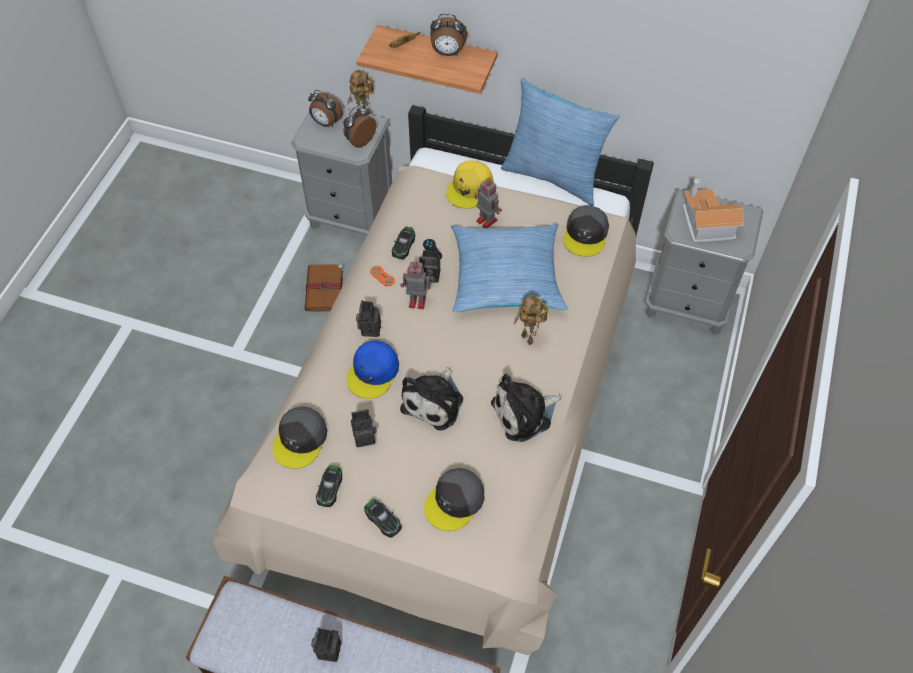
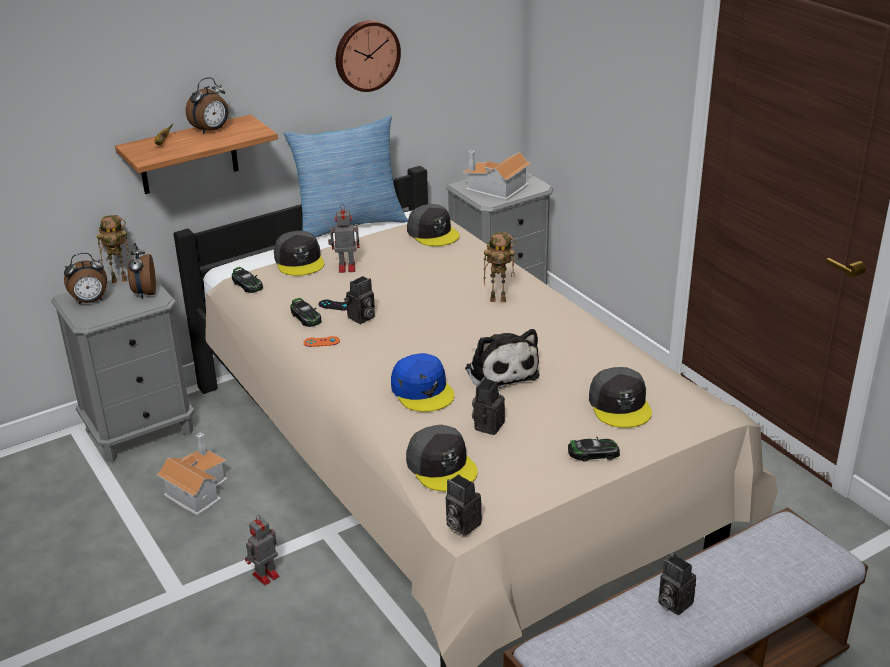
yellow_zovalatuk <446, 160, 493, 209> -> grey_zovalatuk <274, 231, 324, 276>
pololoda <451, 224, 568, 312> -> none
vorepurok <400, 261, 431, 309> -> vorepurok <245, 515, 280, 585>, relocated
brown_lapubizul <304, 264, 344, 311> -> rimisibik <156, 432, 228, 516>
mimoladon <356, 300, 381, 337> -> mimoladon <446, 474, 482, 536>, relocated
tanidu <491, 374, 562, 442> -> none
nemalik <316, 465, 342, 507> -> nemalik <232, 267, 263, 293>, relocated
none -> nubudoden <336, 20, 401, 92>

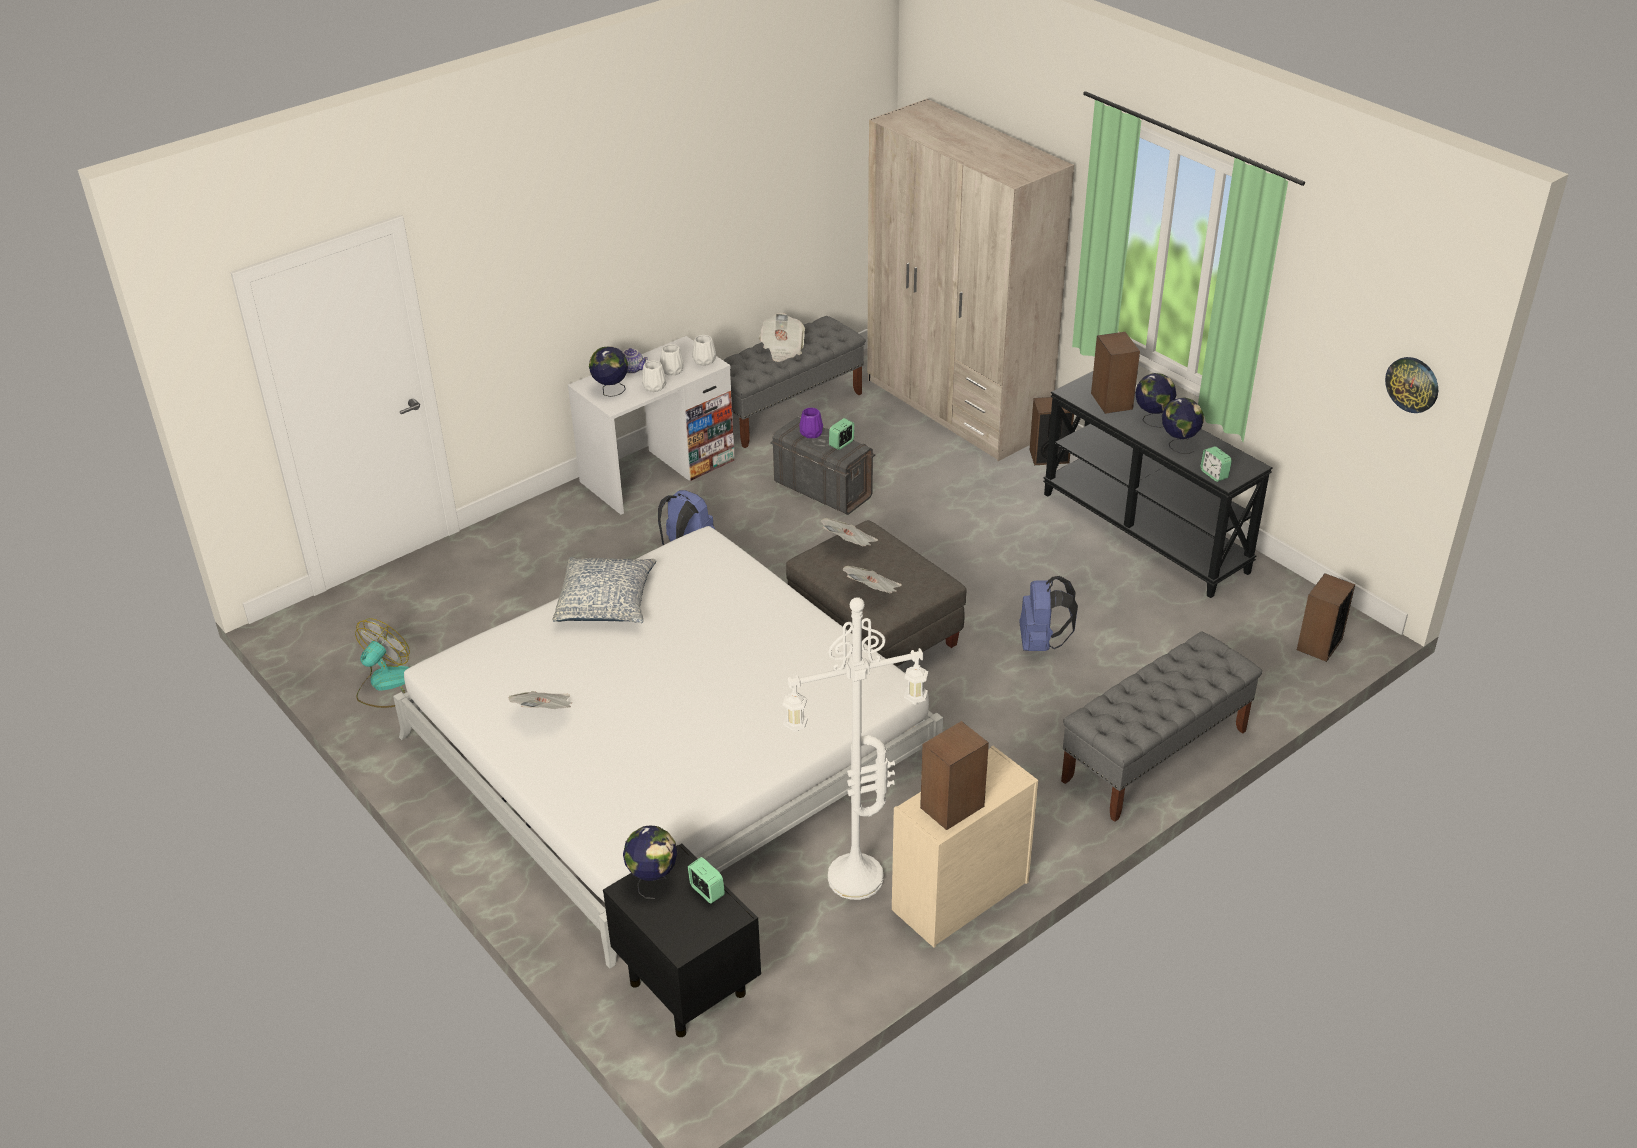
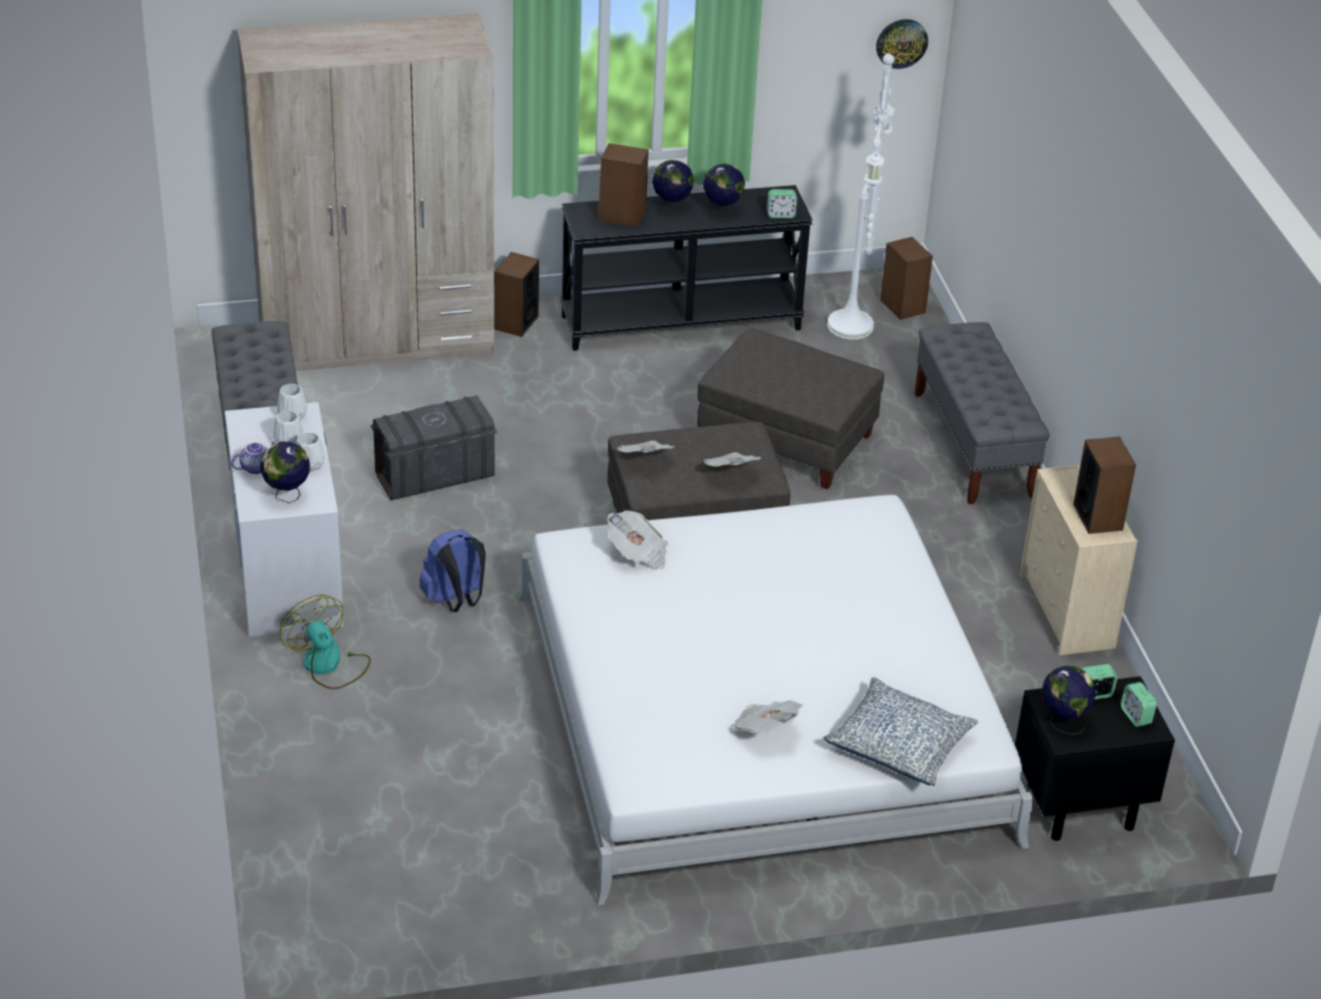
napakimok <759, 313, 805, 362> -> napakimok <607, 510, 668, 569>, relocated
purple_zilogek <799, 408, 823, 438> -> none
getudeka <829, 418, 855, 450> -> getudeka <1121, 682, 1157, 727>, relocated
pololoda <552, 557, 656, 623> -> pololoda <824, 677, 978, 786>, relocated
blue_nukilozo <1019, 576, 1078, 651> -> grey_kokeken <697, 328, 884, 489>
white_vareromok <783, 597, 928, 900> -> white_vareromok <827, 54, 895, 339>, relocated
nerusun <355, 618, 410, 708> -> nerusun <280, 595, 371, 689>, relocated

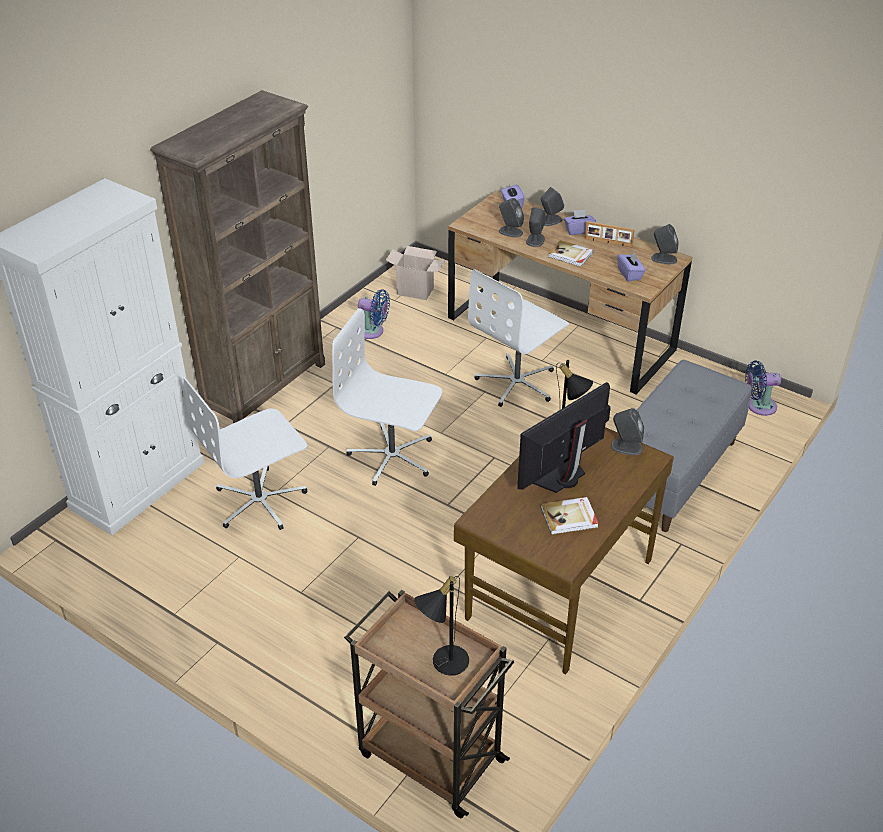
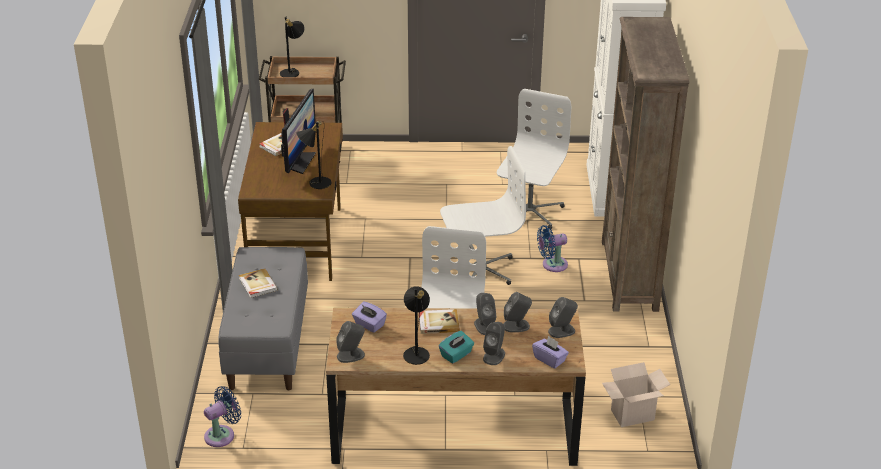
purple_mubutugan <564, 210, 596, 235> -> turquoise_mubutugan <439, 331, 474, 364>
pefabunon <585, 221, 635, 247> -> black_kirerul <403, 287, 430, 365>
blue_nerusun <357, 289, 390, 339> -> blue_nerusun <537, 225, 568, 272>, relocated
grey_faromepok <611, 408, 644, 455> -> grey_faromepok <548, 297, 578, 338>, relocated
none -> lapubizul <239, 268, 278, 298>

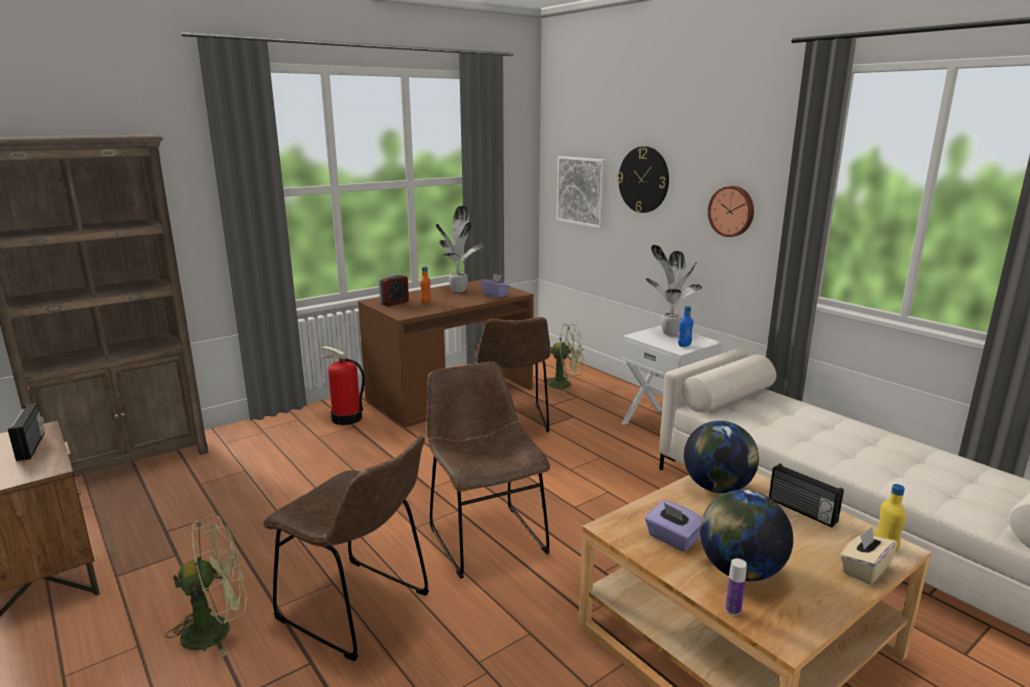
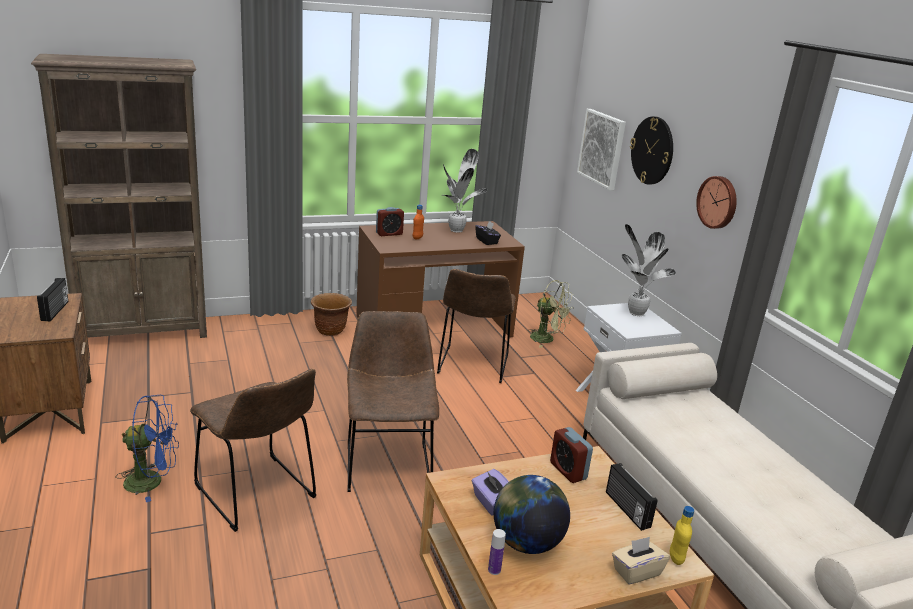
purple_mubutugan <481, 274, 510, 298> -> black_mubutugan <475, 221, 501, 245>
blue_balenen <678, 306, 693, 347> -> none
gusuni <319, 346, 365, 425> -> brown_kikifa <311, 293, 352, 336>
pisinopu <684, 421, 759, 493> -> getudeka <550, 427, 593, 483>
green_nerusun <166, 515, 247, 657> -> blue_nerusun <116, 395, 179, 502>

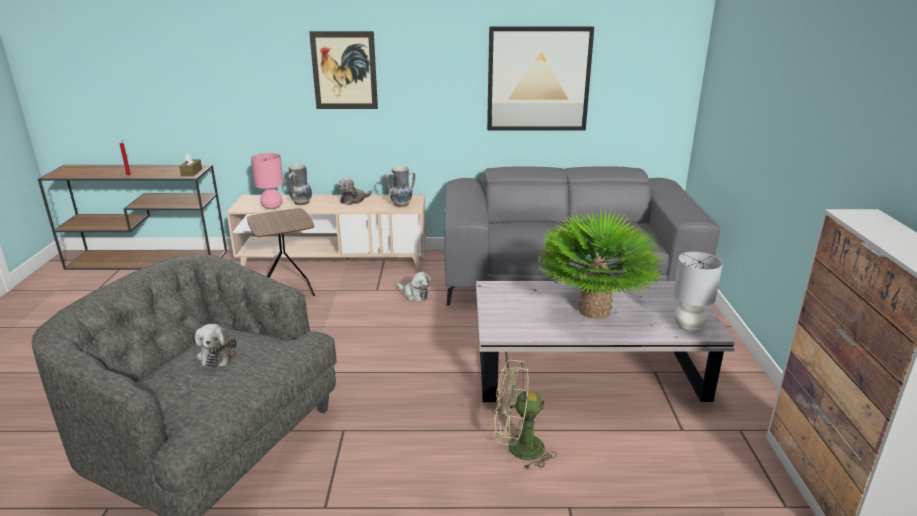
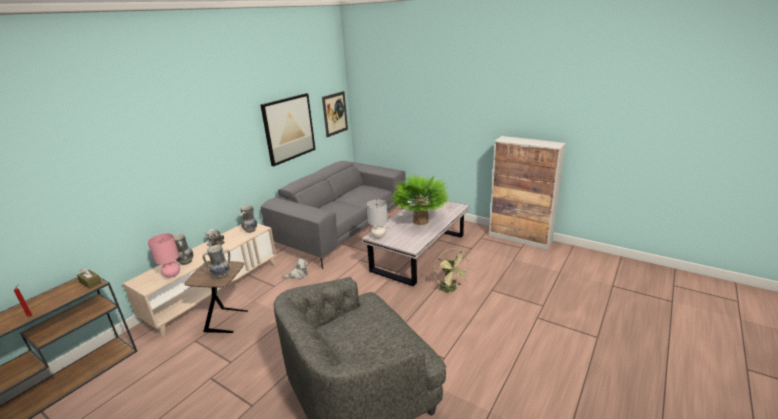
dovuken <309, 31, 378, 109> -> dovuken <322, 91, 348, 137>, relocated
grey_kirerul <673, 252, 723, 331> -> grey_kirerul <367, 200, 388, 238>, relocated
tanidu <195, 324, 236, 368> -> none
green_nerusun <494, 360, 557, 471> -> green_nerusun <434, 249, 471, 295>, 60 degrees counterclockwise
none -> zilogek <202, 245, 231, 279>

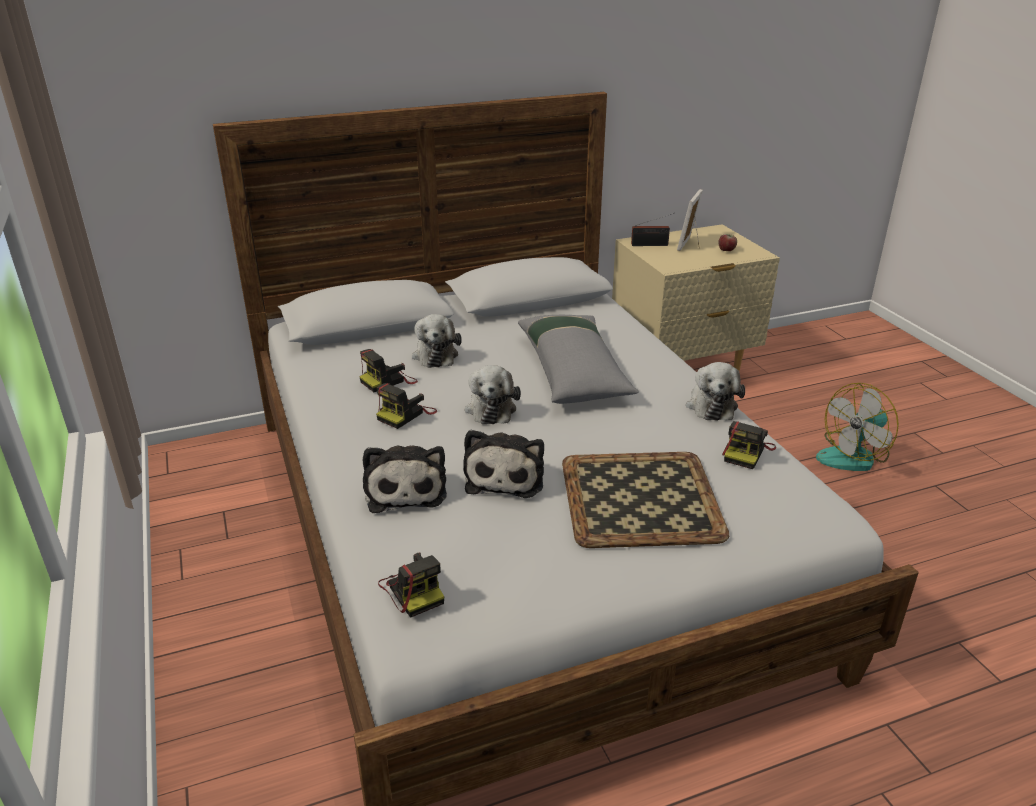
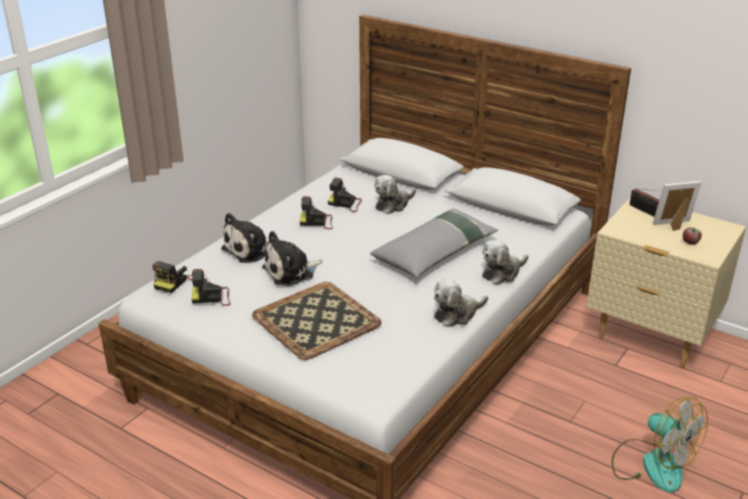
tanidu <465, 365, 521, 424> -> tanidu <482, 240, 528, 285>, relocated
nerusun <816, 383, 899, 471> -> nerusun <611, 396, 708, 493>, 150 degrees counterclockwise
mimoladon <722, 421, 776, 469> -> mimoladon <191, 269, 231, 306>, relocated

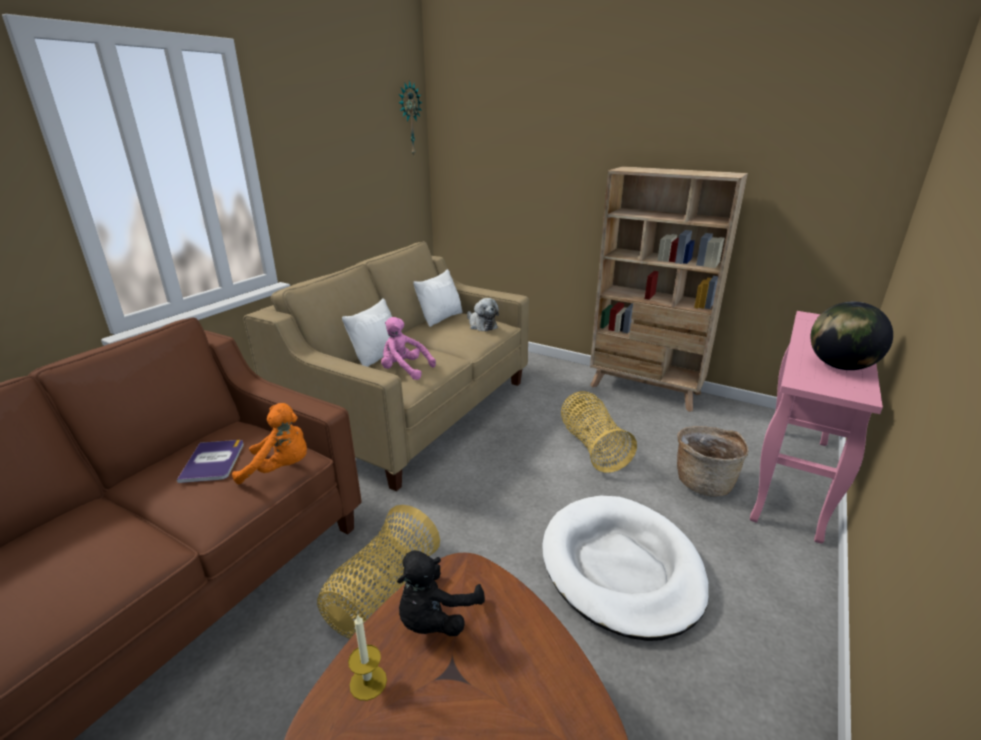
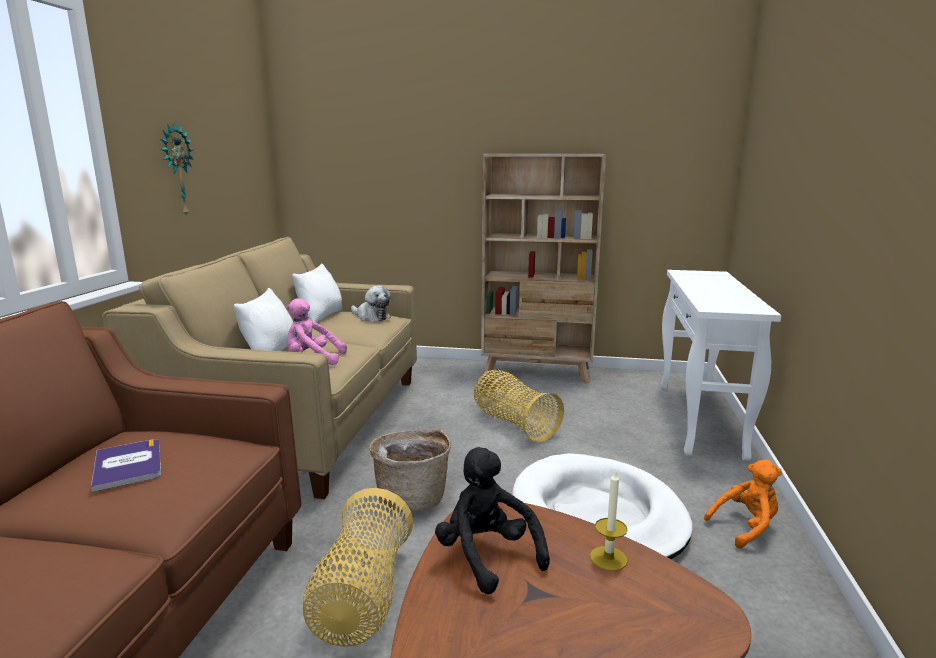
nubudoden <398, 81, 422, 155> -> nubudoden <161, 122, 194, 218>, relocated
pisinopu <811, 302, 893, 370> -> none
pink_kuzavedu <750, 311, 883, 543> -> white_kuzavedu <661, 270, 781, 461>
orange_tanidu <232, 403, 307, 484> -> orange_tanidu <704, 459, 782, 548>, relocated
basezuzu <677, 426, 748, 497> -> basezuzu <369, 430, 451, 512>, relocated
black_tanidu <397, 550, 485, 636> -> black_tanidu <435, 447, 550, 594>, 135 degrees clockwise
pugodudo <348, 614, 387, 701> -> pugodudo <590, 470, 628, 571>, relocated

